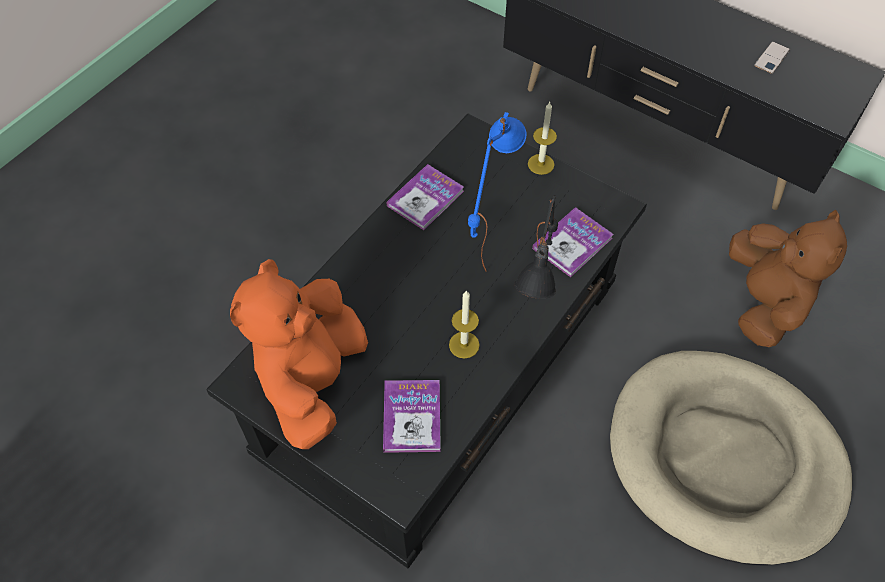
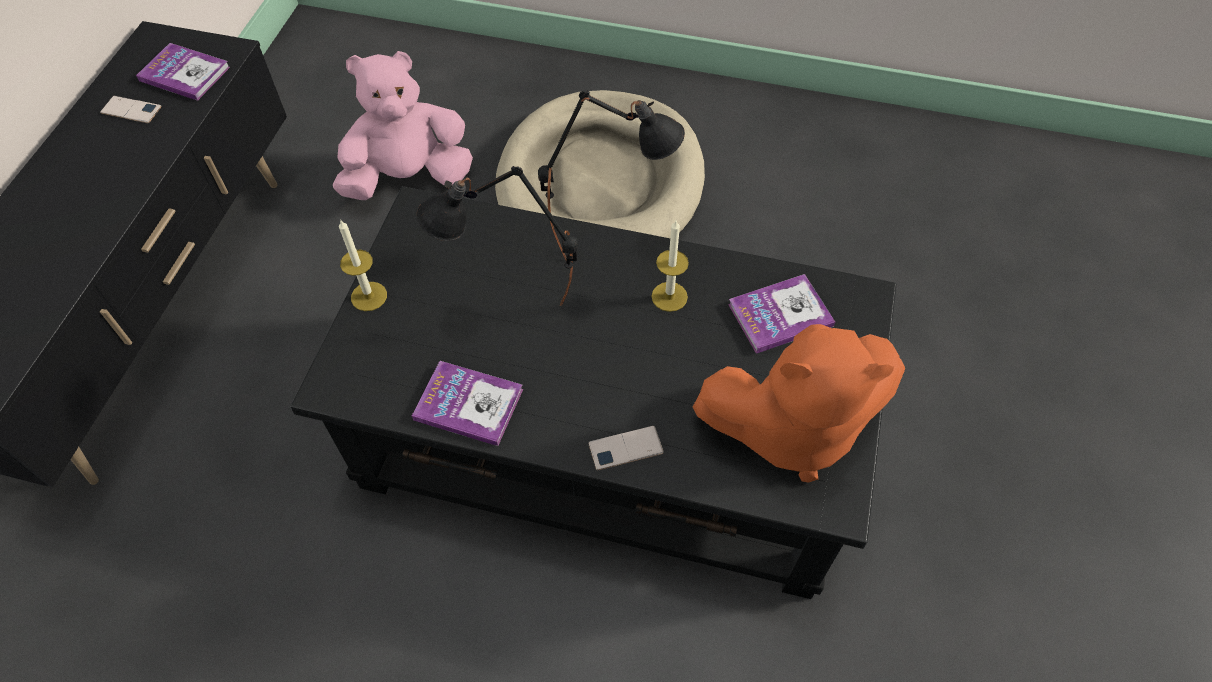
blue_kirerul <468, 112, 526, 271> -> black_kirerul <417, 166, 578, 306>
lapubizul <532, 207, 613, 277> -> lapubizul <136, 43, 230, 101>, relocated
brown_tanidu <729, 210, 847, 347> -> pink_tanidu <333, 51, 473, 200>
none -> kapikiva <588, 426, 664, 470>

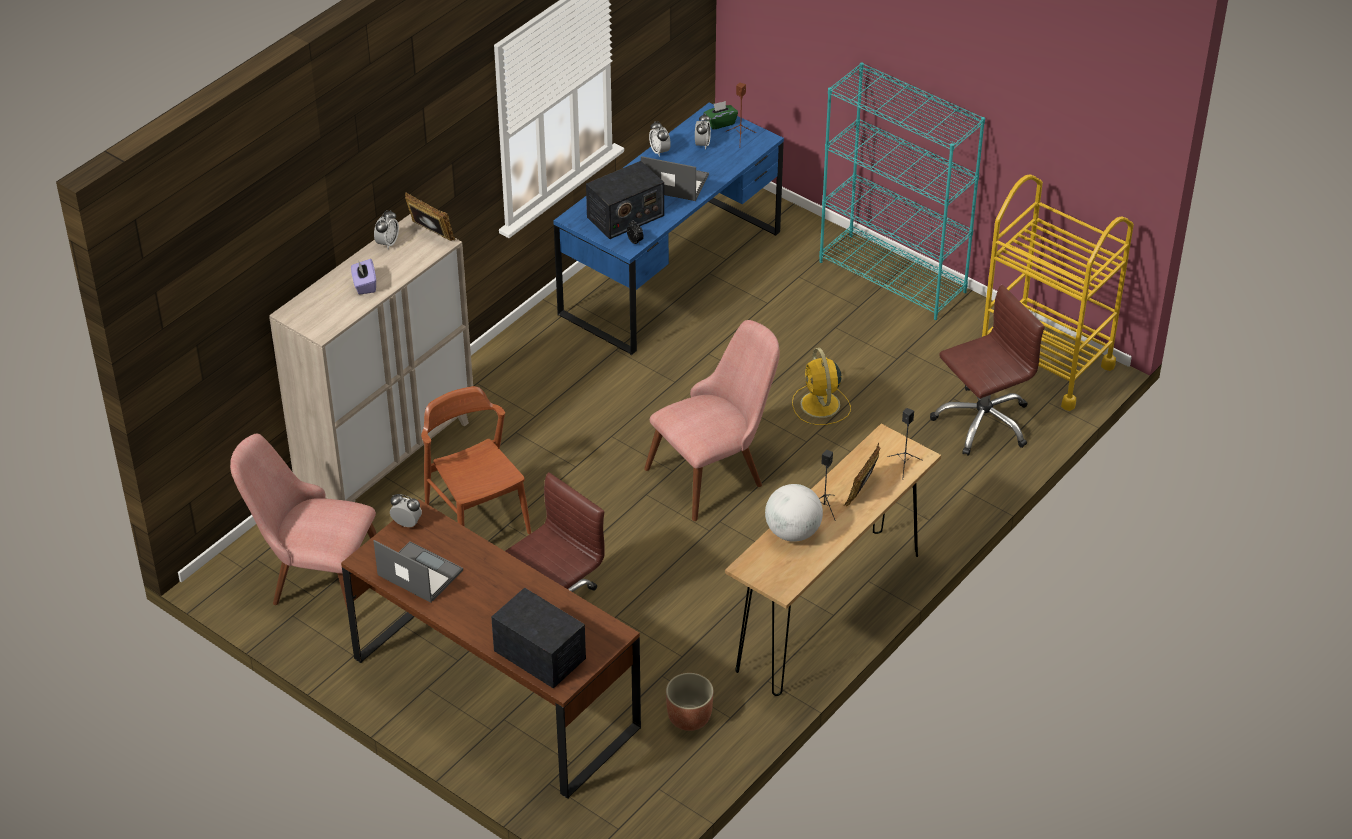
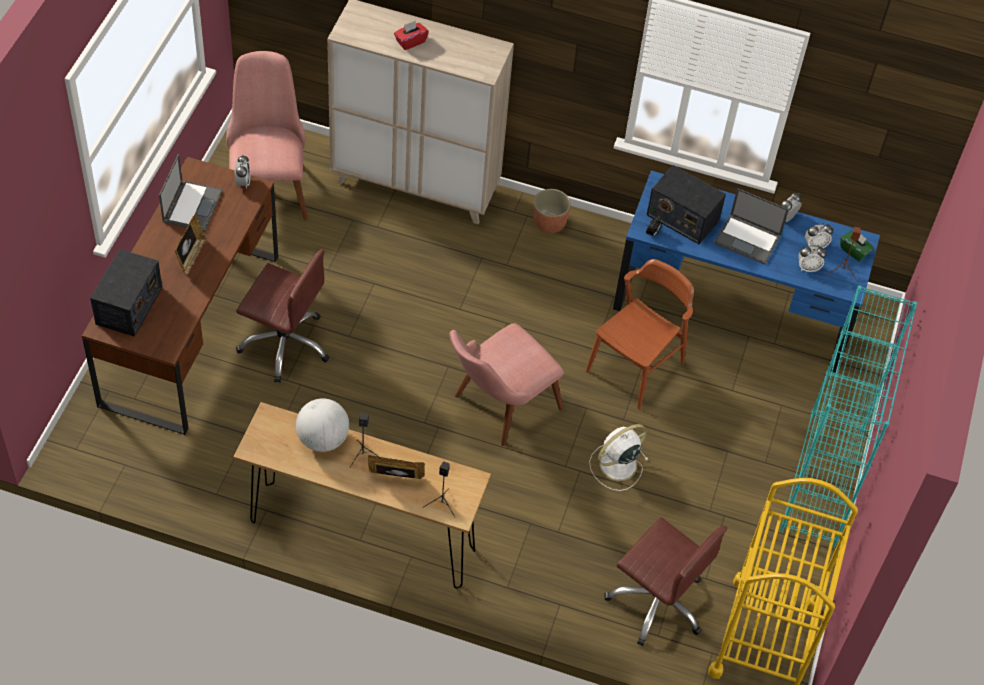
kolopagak <641, 156, 709, 201> -> kolopagak <714, 188, 789, 265>, 120 degrees clockwise
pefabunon <405, 192, 455, 241> -> pefabunon <175, 214, 207, 276>, relocated
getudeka <374, 210, 399, 249> -> getudeka <798, 245, 827, 272>, relocated
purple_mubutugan <351, 259, 376, 295> -> red_mubutugan <394, 21, 429, 50>
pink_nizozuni <644, 320, 780, 521> -> pink_nizozuni <449, 323, 564, 446>, 105 degrees clockwise
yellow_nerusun <792, 348, 851, 425> -> white_nerusun <589, 424, 648, 491>
brown_nizozuni <421, 386, 531, 534> -> brown_nizozuni <586, 259, 694, 409>, relocated
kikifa <666, 673, 714, 731> -> kikifa <533, 189, 571, 233>, relocated

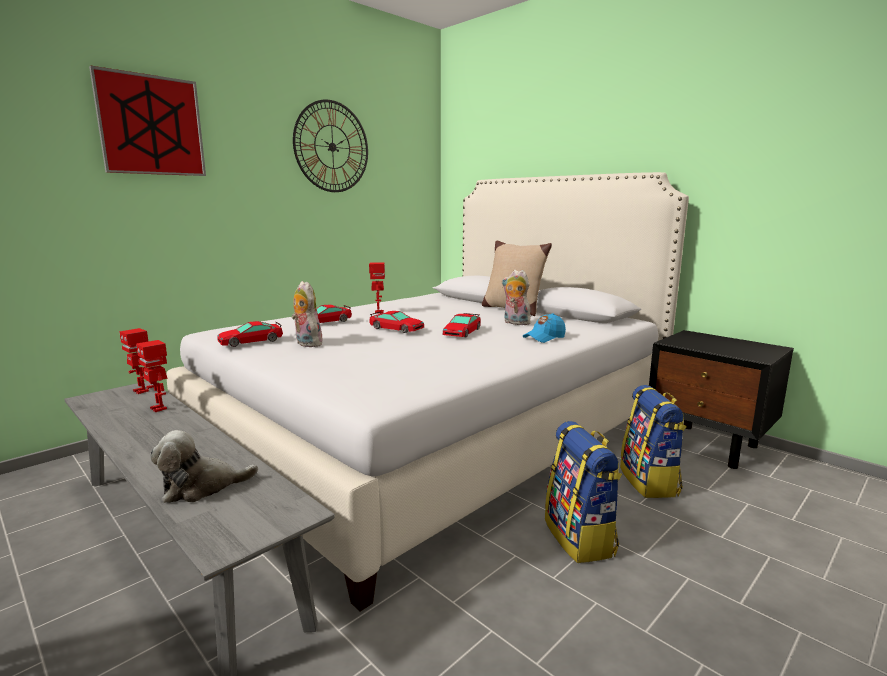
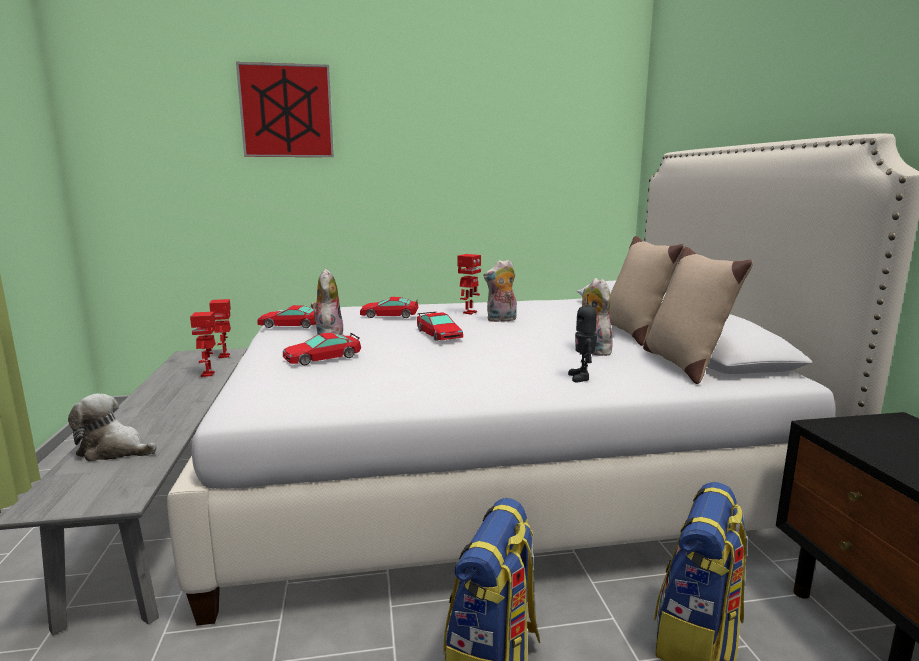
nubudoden <293, 100, 368, 192> -> none
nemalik <443, 313, 481, 337> -> nemalik <283, 333, 361, 365>, relocated
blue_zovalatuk <523, 313, 566, 343> -> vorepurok <568, 294, 597, 382>
none -> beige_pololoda <643, 247, 753, 384>
none -> tanidu <483, 259, 517, 322>

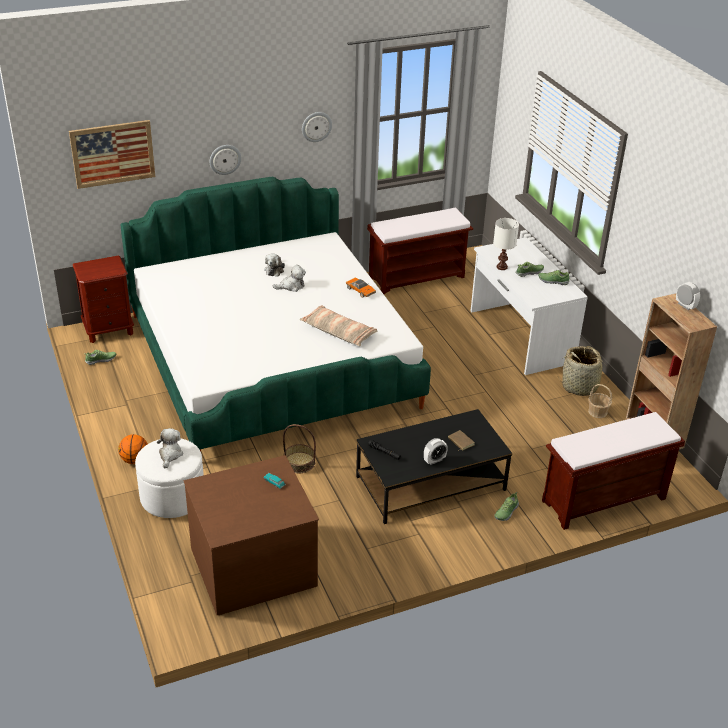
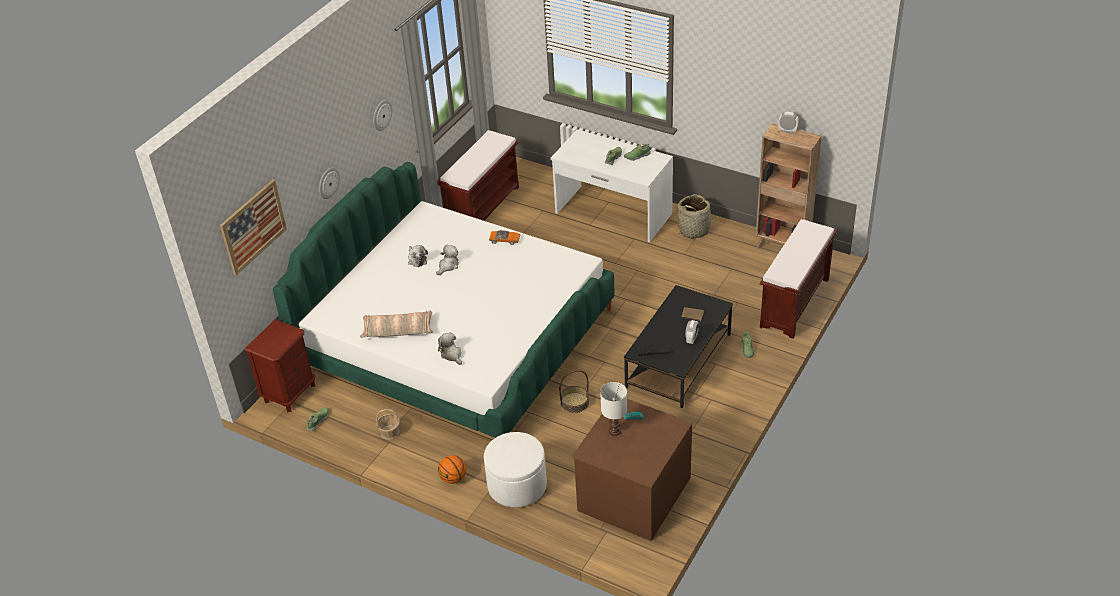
white_kirerul <493, 218, 519, 270> -> white_kirerul <600, 382, 628, 436>, relocated
pololoda <300, 305, 377, 346> -> pololoda <360, 310, 433, 338>, relocated
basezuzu <588, 384, 612, 418> -> basezuzu <376, 409, 400, 440>, relocated
tanidu <157, 428, 183, 468> -> tanidu <438, 332, 462, 365>, relocated

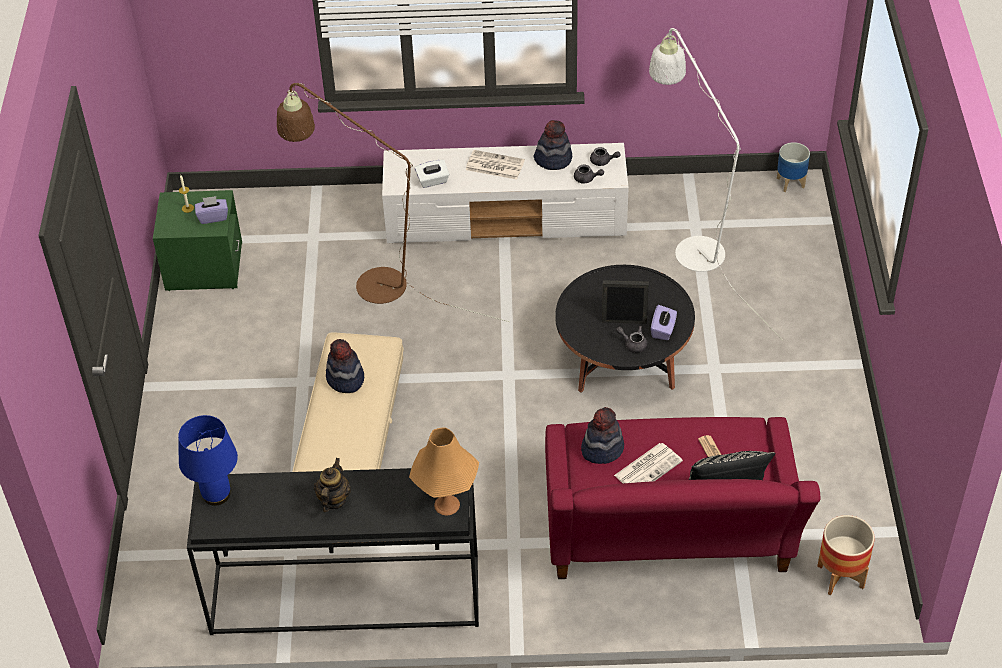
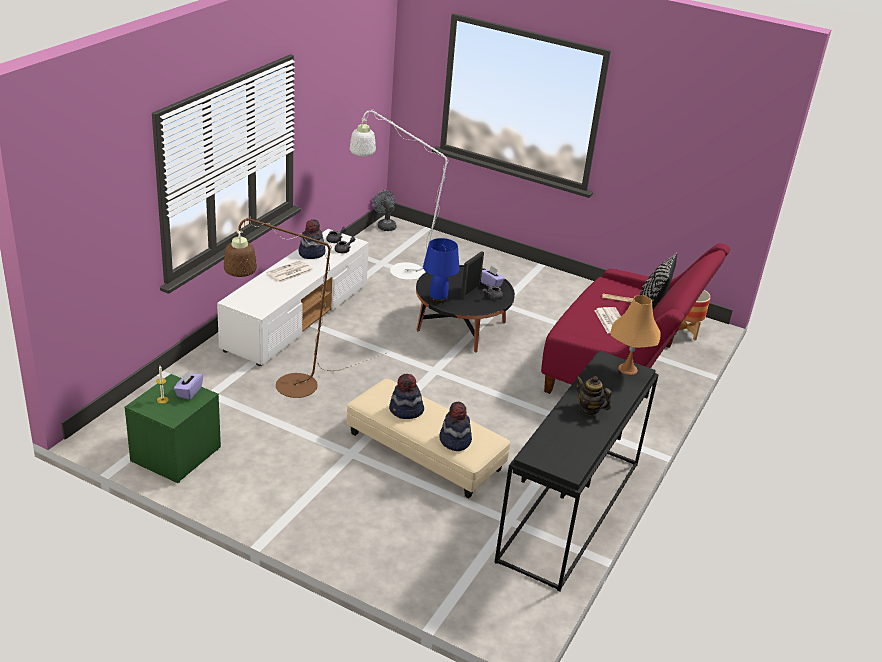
kikifa <777, 142, 810, 192> -> grey_nerusun <373, 190, 397, 231>
white_mubutugan <415, 160, 449, 188> -> none
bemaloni <581, 407, 624, 464> -> bemaloni <439, 402, 472, 451>, relocated
blue_kirerul <178, 415, 238, 506> -> blue_kirerul <423, 238, 460, 303>, relocated

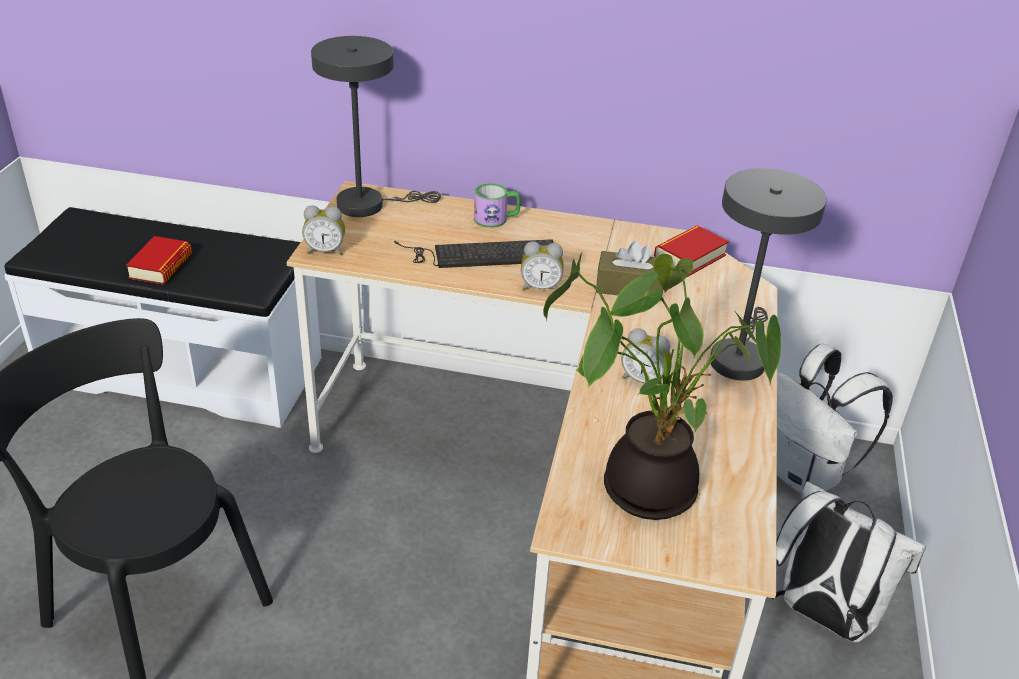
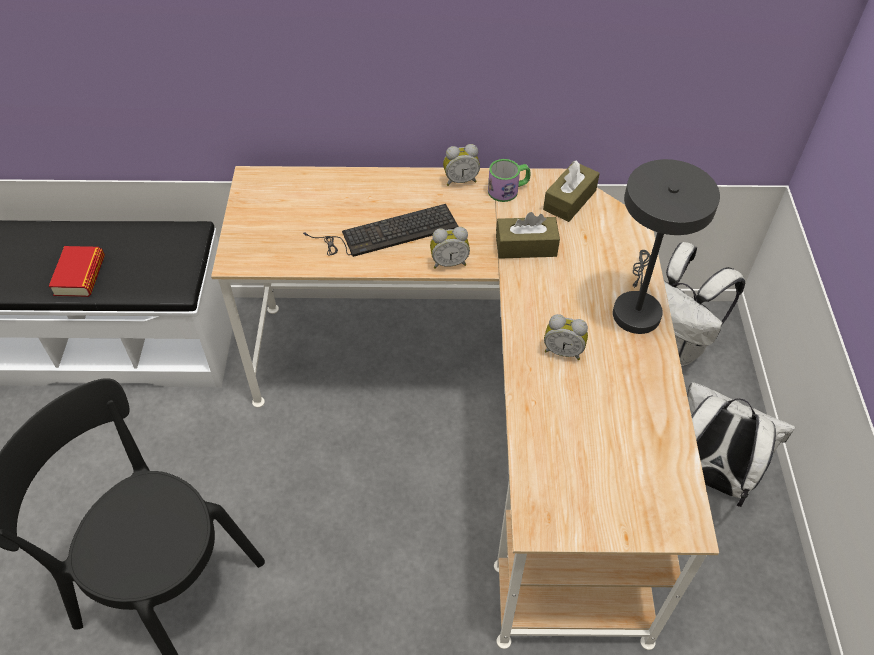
grey_kirerul <311, 36, 441, 217> -> none
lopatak <474, 183, 520, 228> -> lopatak <488, 159, 530, 202>, relocated
getudeka <302, 205, 345, 255> -> getudeka <443, 144, 480, 186>, relocated
lapubizul <654, 225, 729, 276> -> brown_mubutugan <543, 160, 600, 222>
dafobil <543, 253, 781, 520> -> none

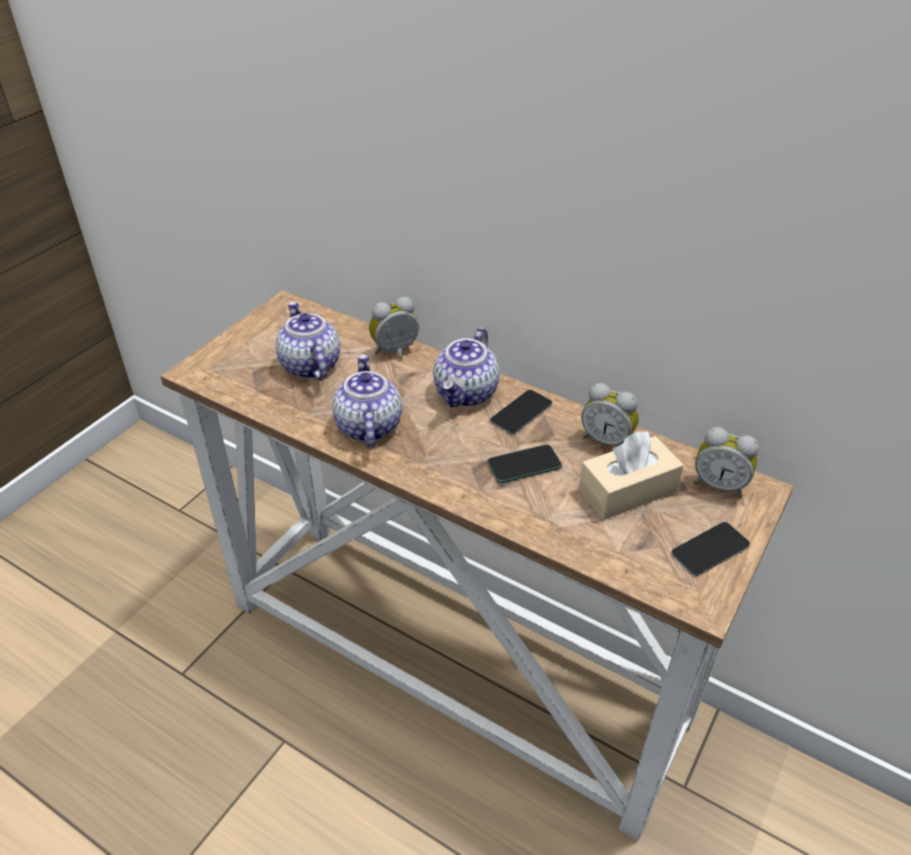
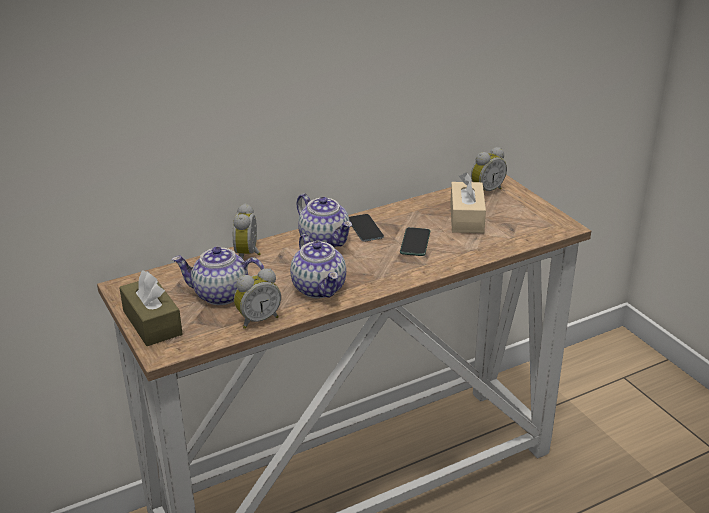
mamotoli <332, 354, 402, 448> -> mamotoli <290, 234, 346, 298>, 135 degrees counterclockwise
getudeka <581, 383, 639, 446> -> getudeka <234, 268, 281, 329>, relocated
kapikiva <671, 522, 750, 576> -> none
none -> brown_mubutugan <119, 270, 183, 346>

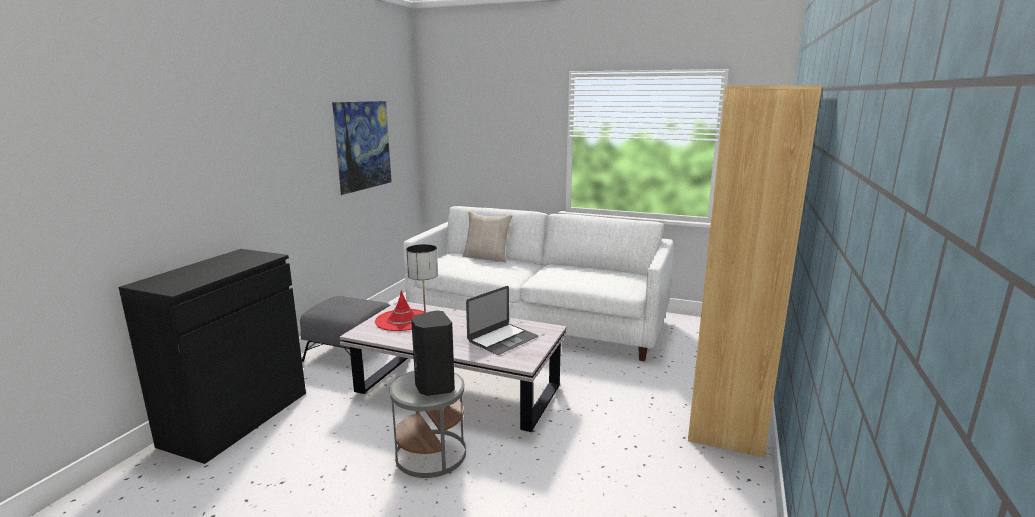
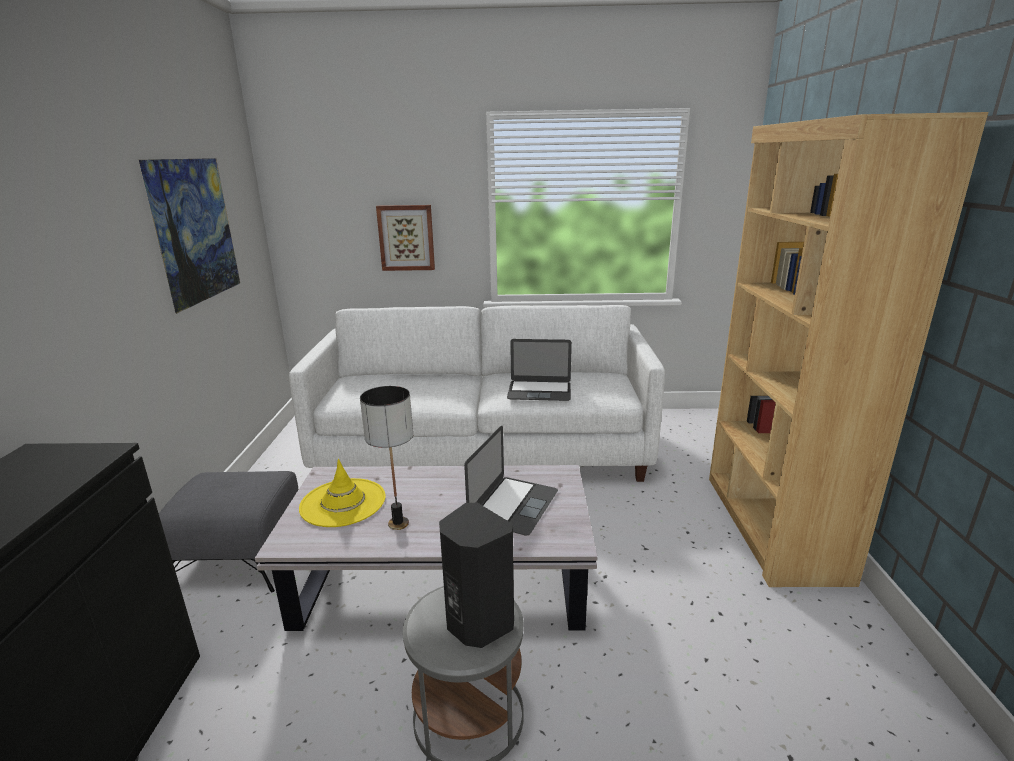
beige_pololoda <462, 211, 512, 263> -> none
red_bemaloni <375, 290, 424, 331> -> yellow_bemaloni <299, 459, 385, 527>
none -> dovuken <376, 205, 435, 271>
none -> kolopagak <507, 339, 572, 401>

